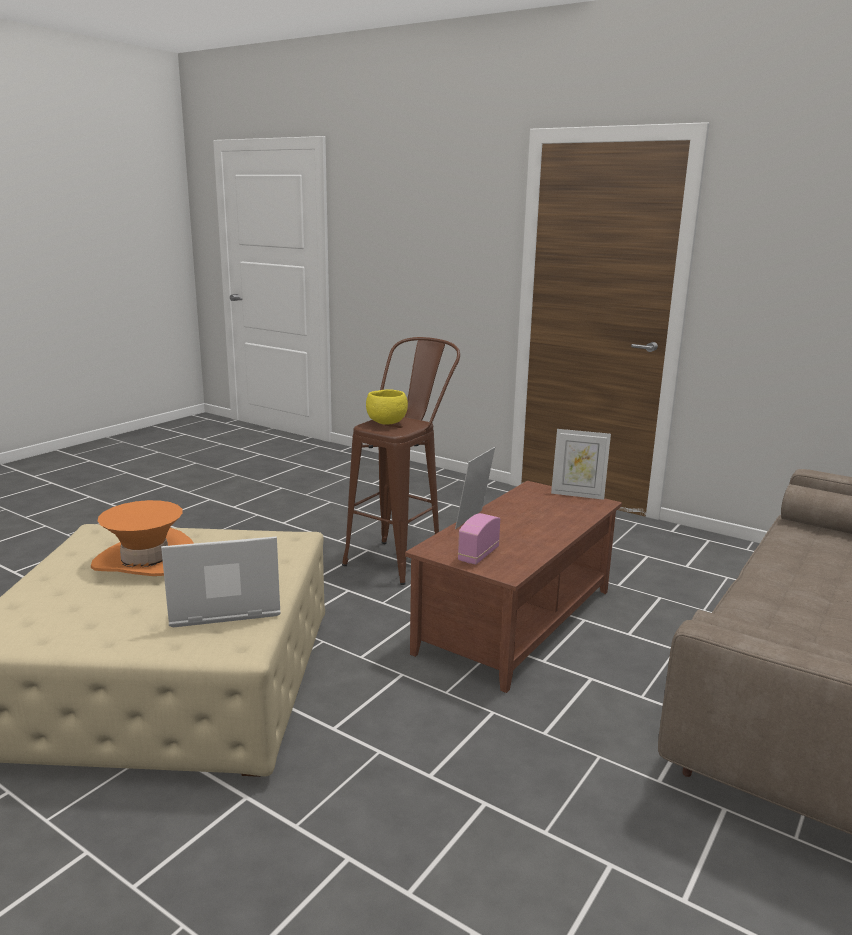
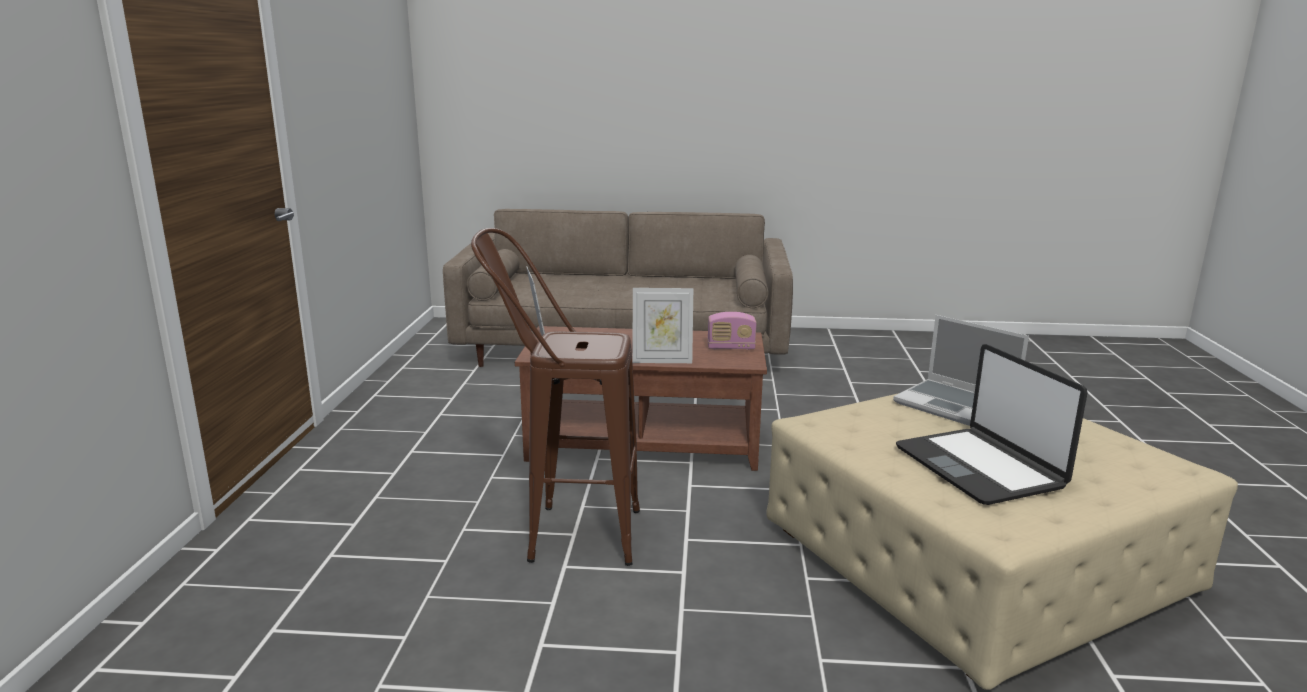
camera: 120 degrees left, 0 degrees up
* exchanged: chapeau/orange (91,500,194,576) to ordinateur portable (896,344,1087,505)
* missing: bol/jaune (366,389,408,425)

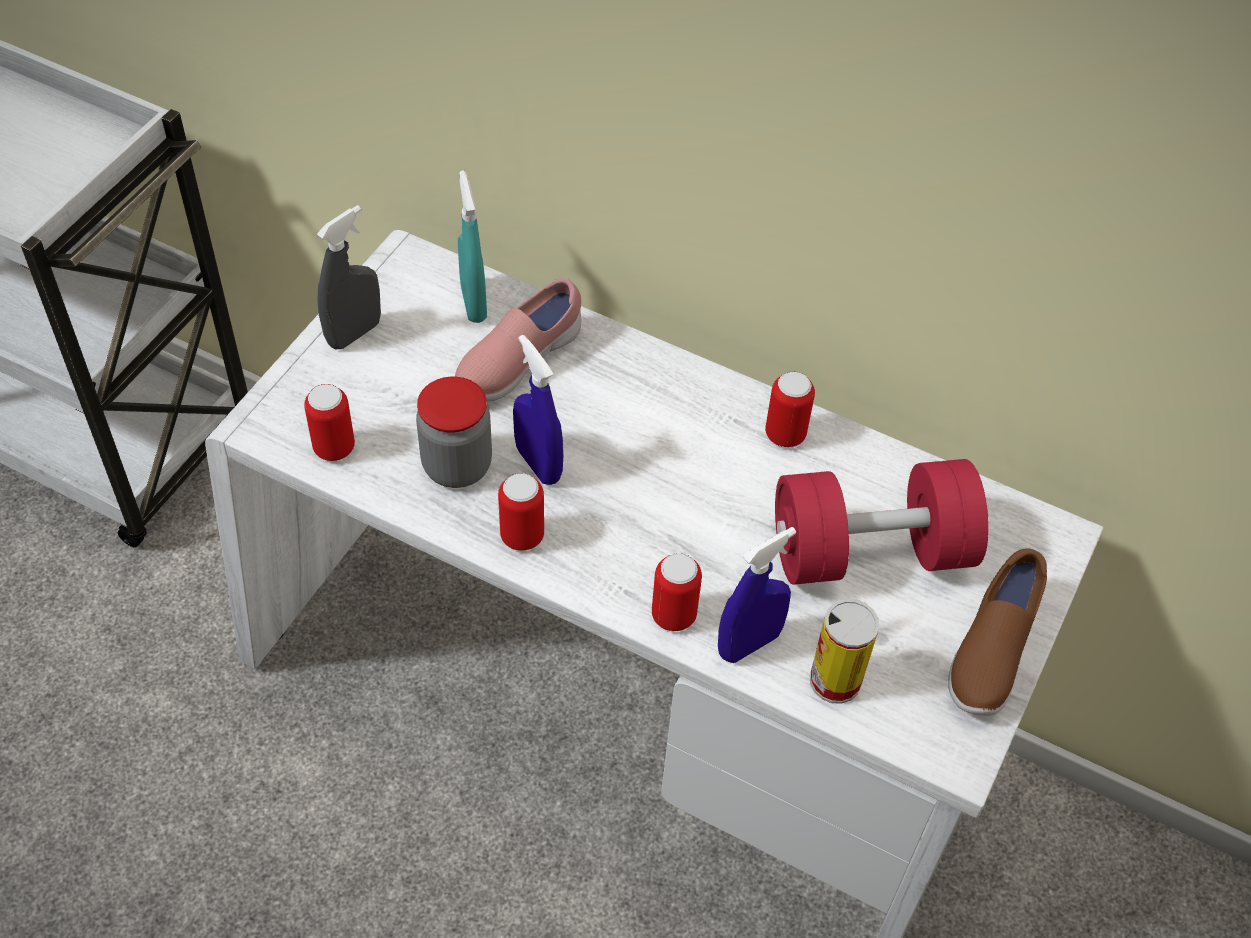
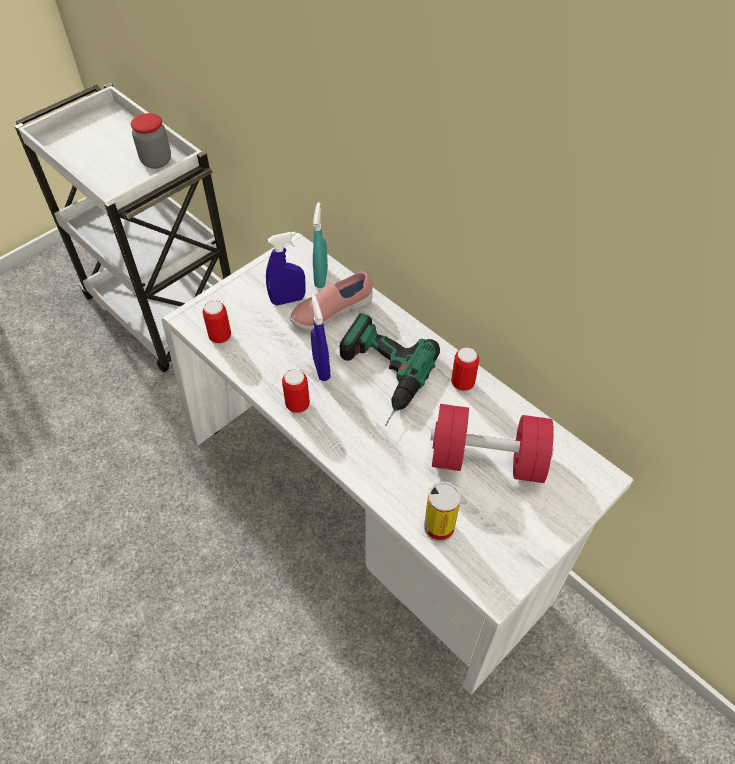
camera: 20 degrees right, 0 degrees up
* relocated: bocal (416,377,492,488) to (131,113,171,169)
* relocated: vaporisateur/bleu (718,527,796,663) to (266,232,305,305)
* appeared: perceuse (340,313,440,426)
* missing: vaporisateur/gris (317,205,381,349)
* missing: boîte métallique (652,553,702,631)
* missing: chaussure/marron (948,548,1047,716)

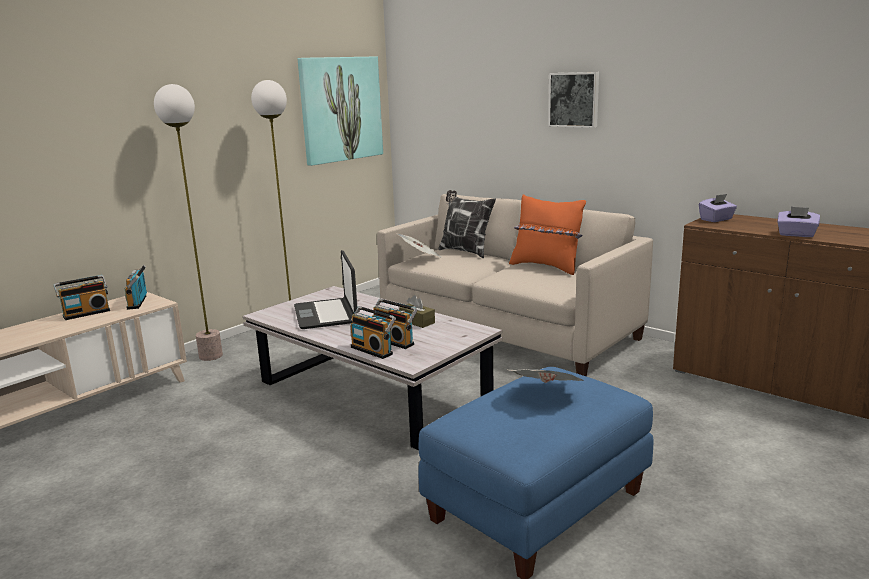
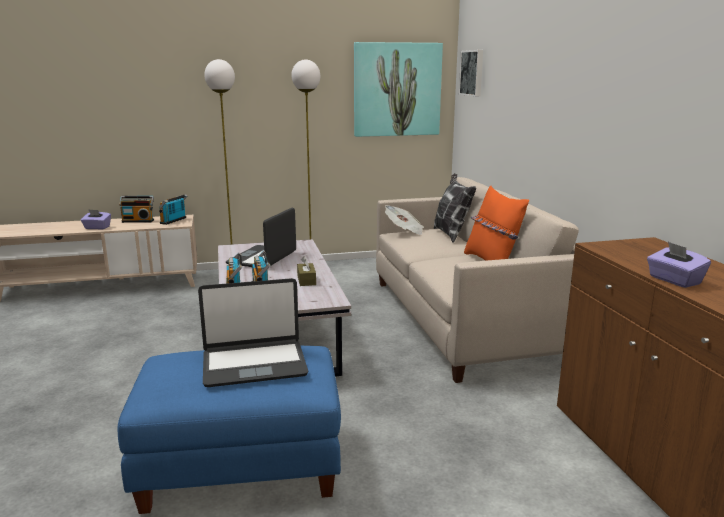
camera: 35 degrees right, 0 degrees up
* relocated: boîte à mouchoirs/violet (699,194,737,222) to (81,209,111,229)
* exchanged: journal (510,369,584,383) to ordinateur portable (198,278,308,387)
* relocated: tableau (548,72,599,128) to (459,50,483,96)

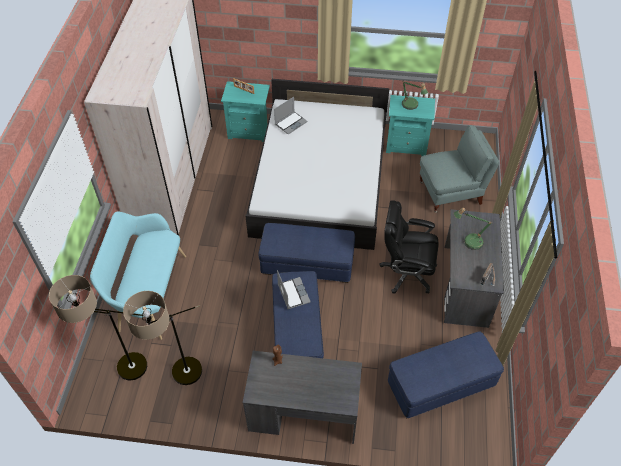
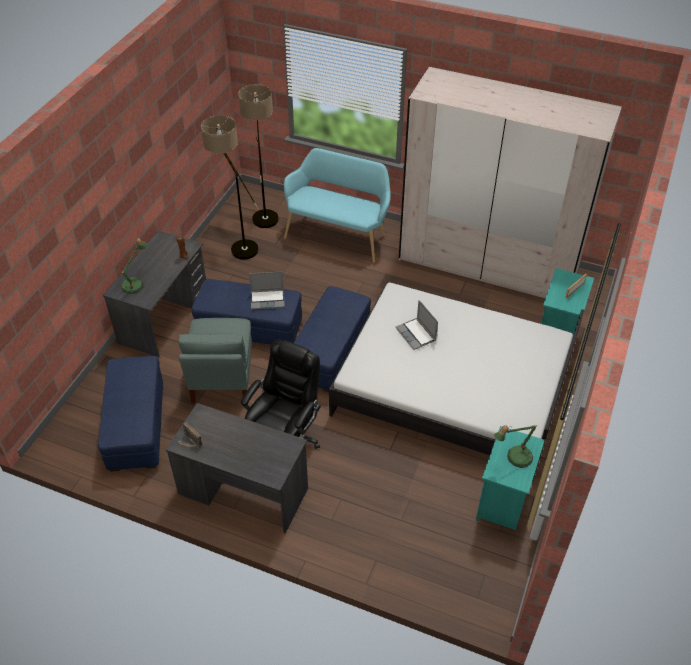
camera: 105 degrees right, 5 degrees down
* relocated: lampe de table (454,208,493,250) to (121,238,147,294)
* relocated: fauteuil/gris (420,125,500,213) to (179,318,252,403)
* relocated: ordinateur portable (274,97,308,134) to (396,300,438,350)

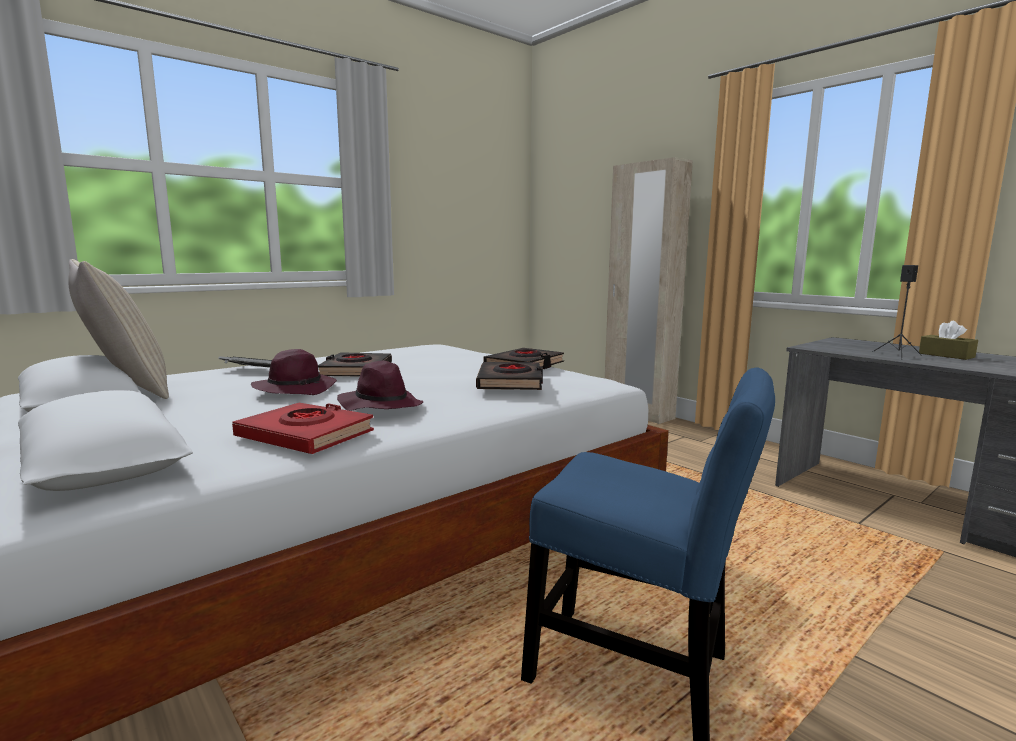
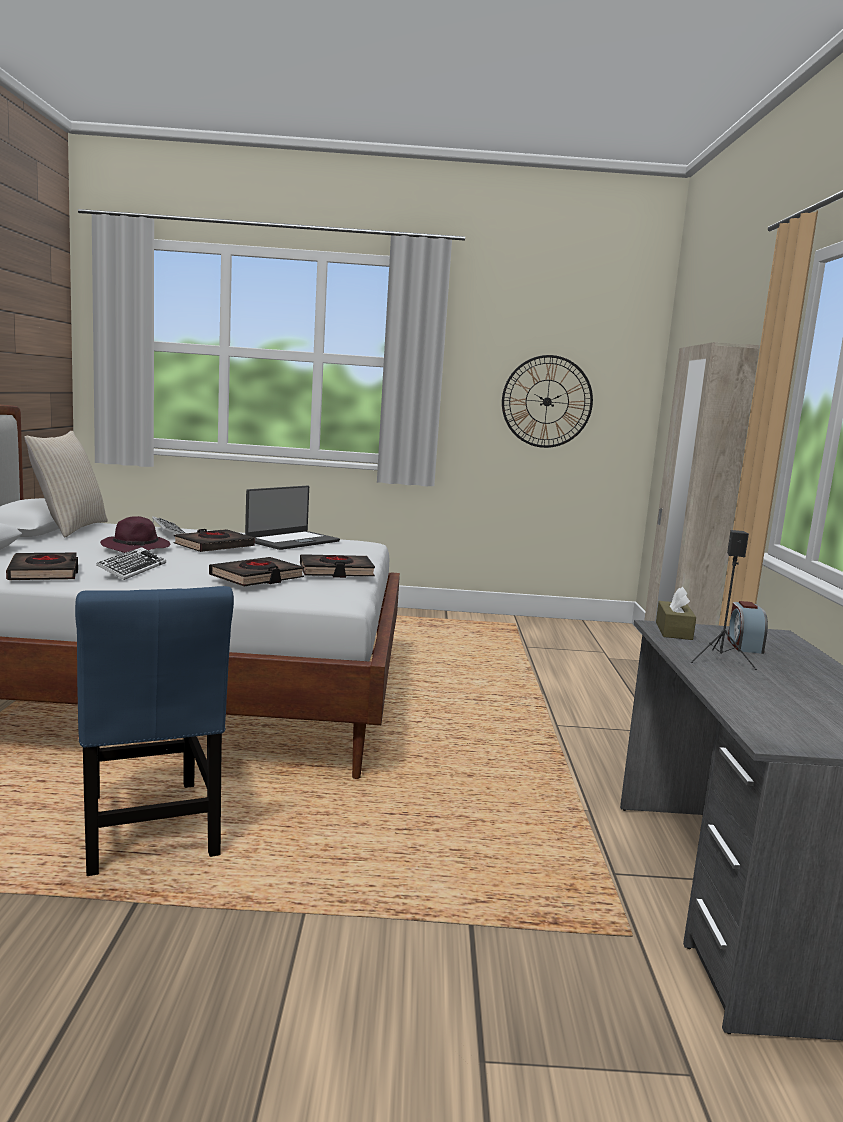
camera: 40 degrees right, 0 degrees up
* colour: livre/rouge (232,403,374,454) to livre/noir (6,553,78,580)
* exchanged: chapeau/violet (337,360,423,411) to clavier (96,547,166,580)
* appeared: ordinateur portable (245,486,340,550)
* appeared: horloge murale (502,355,593,448)
* relocated: boîte à mouchoirs/marron (919,321,978,360) to (656,587,696,640)
* appeared: réveil (727,601,768,654)

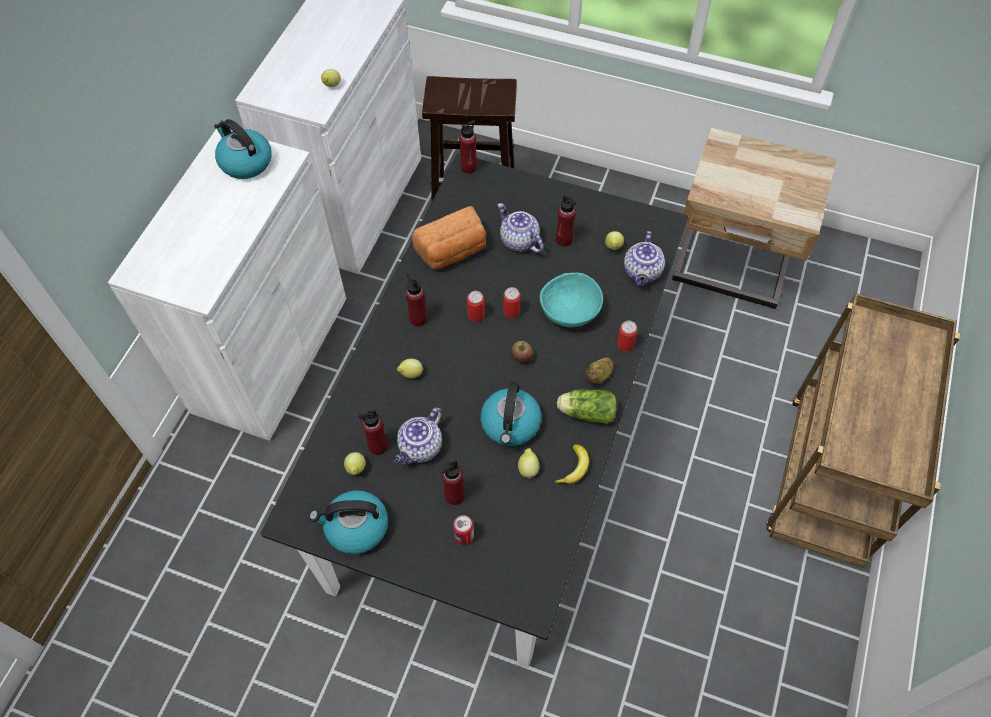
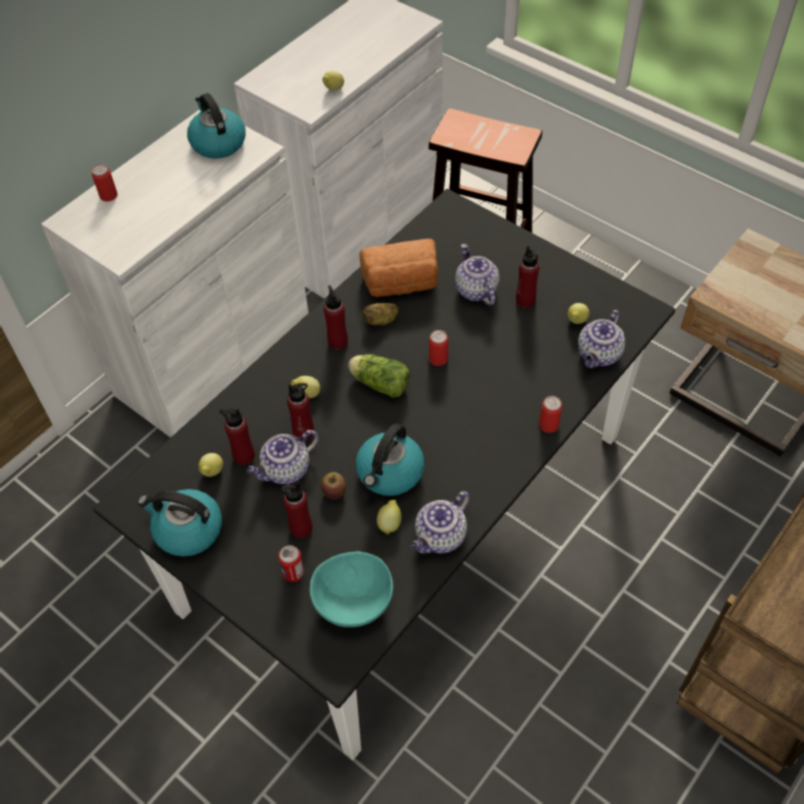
camera: 20 degrees right, 5 degrees down
* relocated: boîte métallique (467,291,485,322) to (92,164,118,201)
* relocated: bouteille/rouge (459,121,477,174) to (287,383,314,440)
* relocated: bol/turquoise (540,273,603,327) to (310,551,393,627)
* relocated: pomme (511,341,533,364) to (321,472,346,500)
* relocated: laitue (557,389,617,424) to (348,354,410,397)
* relocated: pomme de terre (585,357,613,384) to (362,303,399,326)
* exchanged: banane (554,445,589,484) to théière (411,491,470,554)

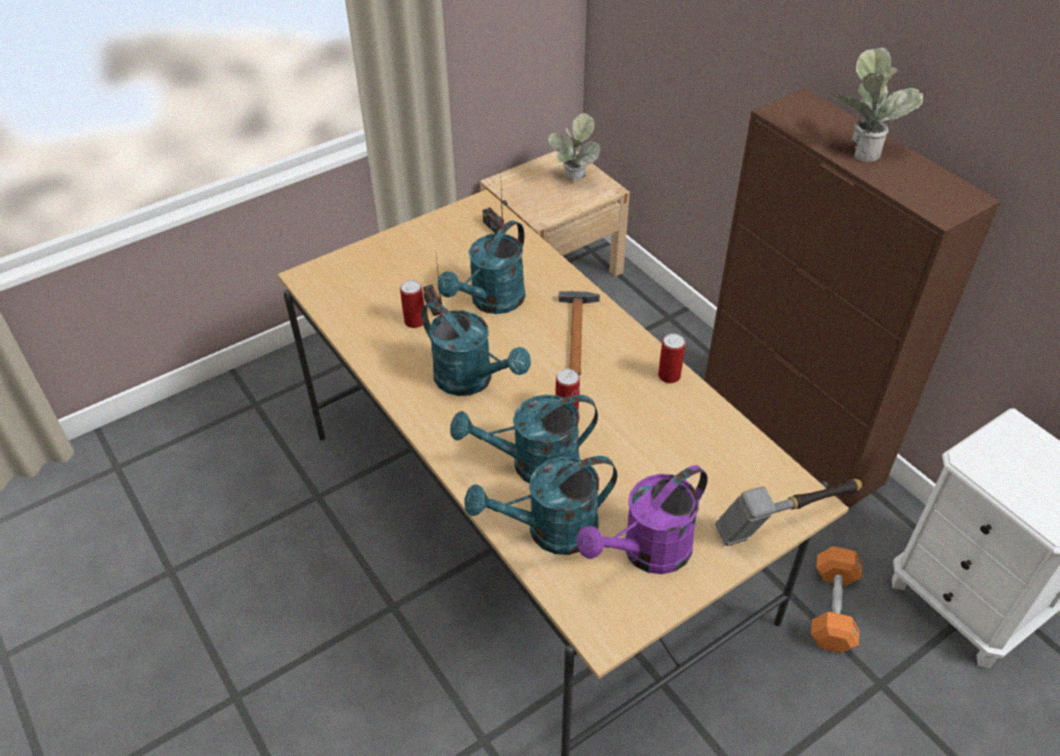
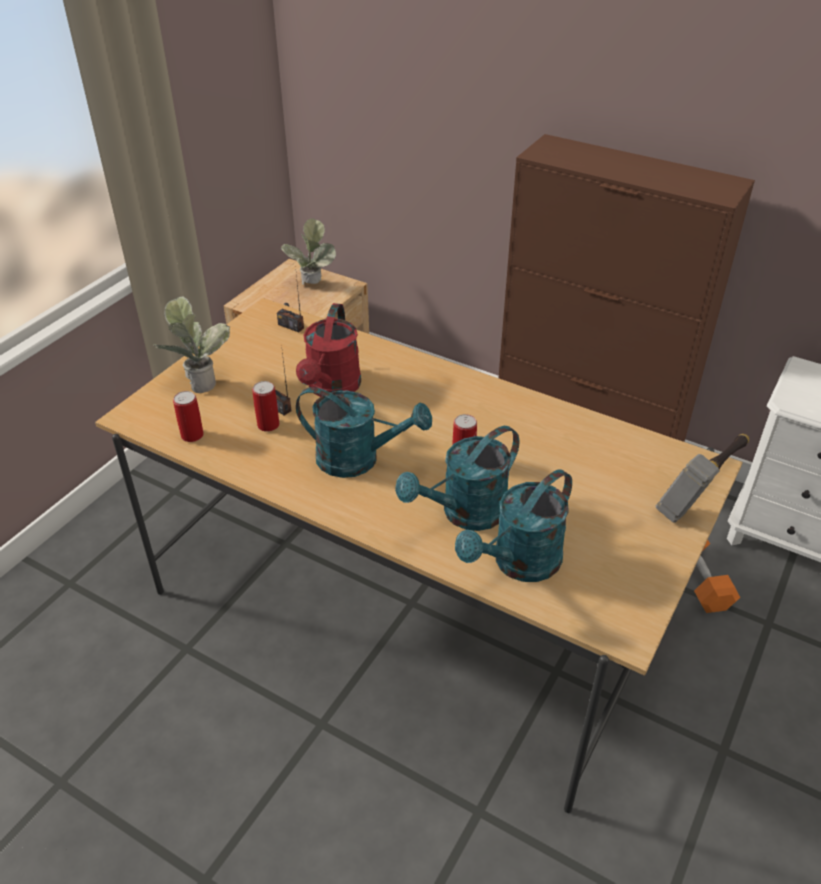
camera: 25 degrees left, 5 degrees down
* relocated: plante en pot (834,48,923,162) to (155,296,230,393)
* relocated: boîte métallique (658,333,685,383) to (173,391,204,442)
* colour: arrosoir/turquoise (438,220,526,314) to arrosoir/rouge (296,303,361,397)
* missing: marteau (558,291,600,376)
* missing: arrosoir/violet (577,465,708,574)

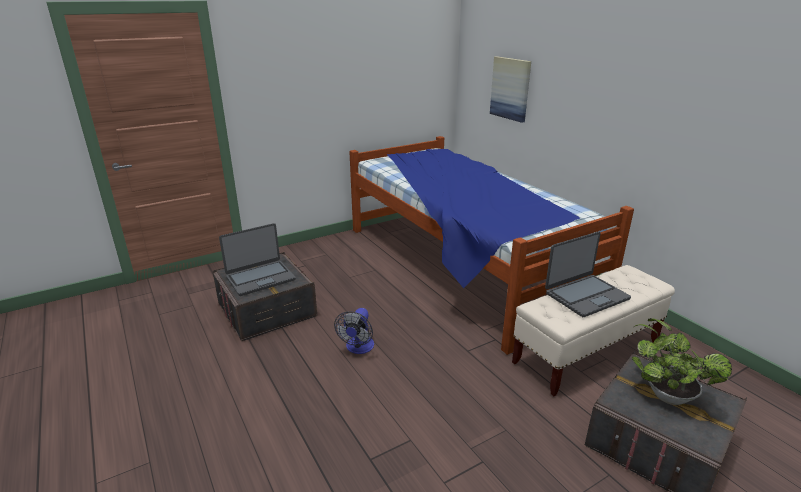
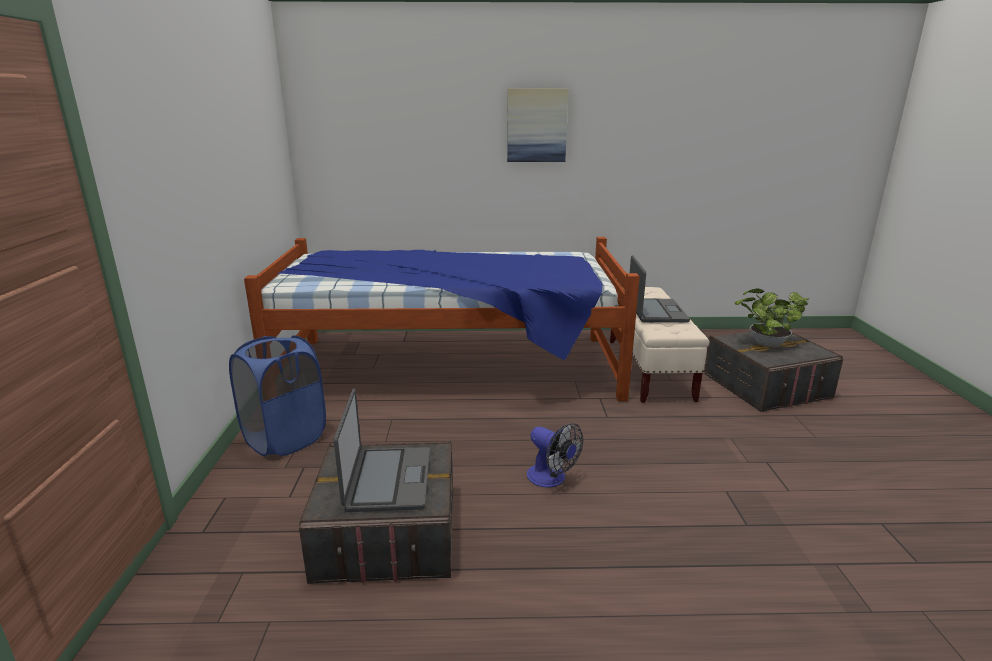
camera: 60 degrees left, 5 degrees down
* appeared: panier à linge/bleu (229,335,326,457)
* relocated: tableau (490,56,531,123) to (507,88,568,162)

